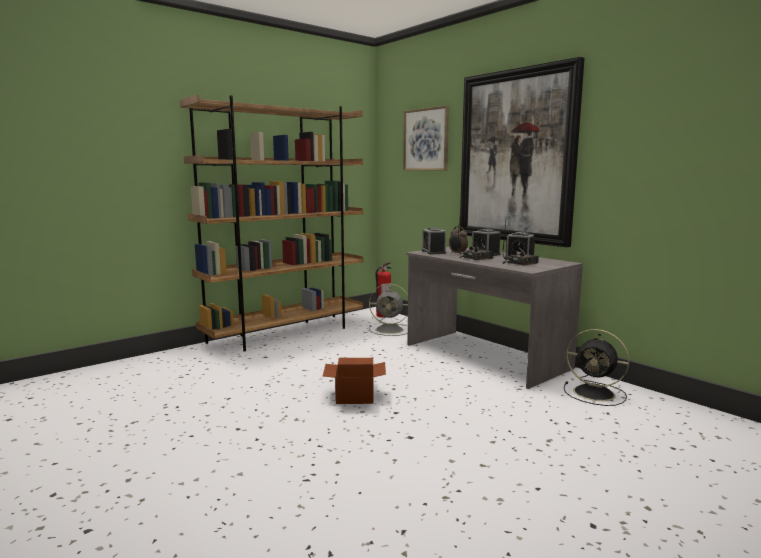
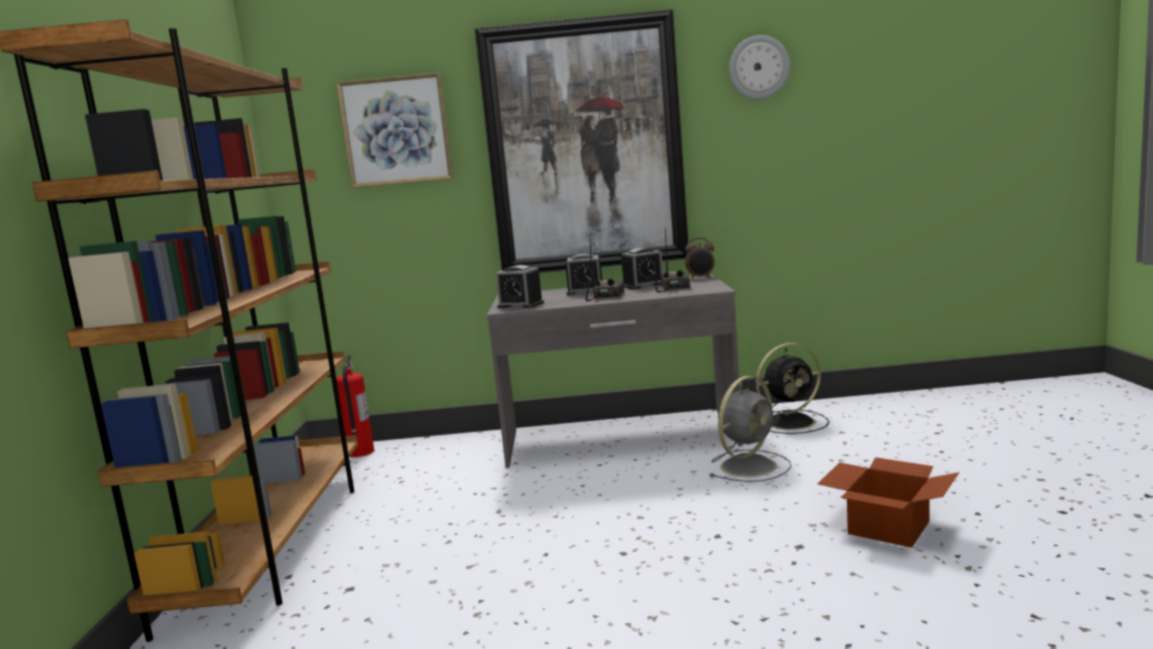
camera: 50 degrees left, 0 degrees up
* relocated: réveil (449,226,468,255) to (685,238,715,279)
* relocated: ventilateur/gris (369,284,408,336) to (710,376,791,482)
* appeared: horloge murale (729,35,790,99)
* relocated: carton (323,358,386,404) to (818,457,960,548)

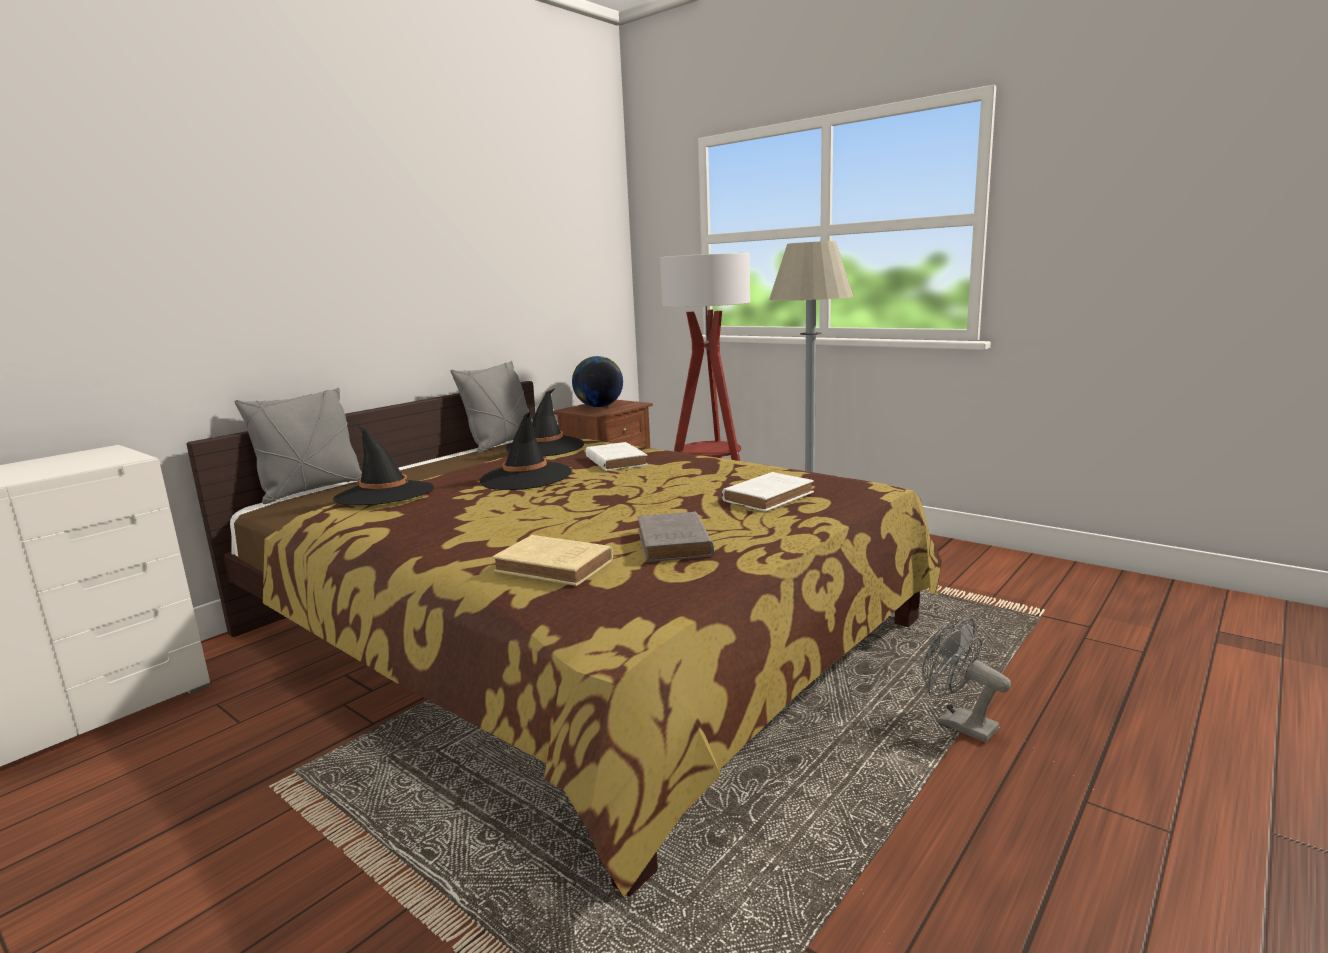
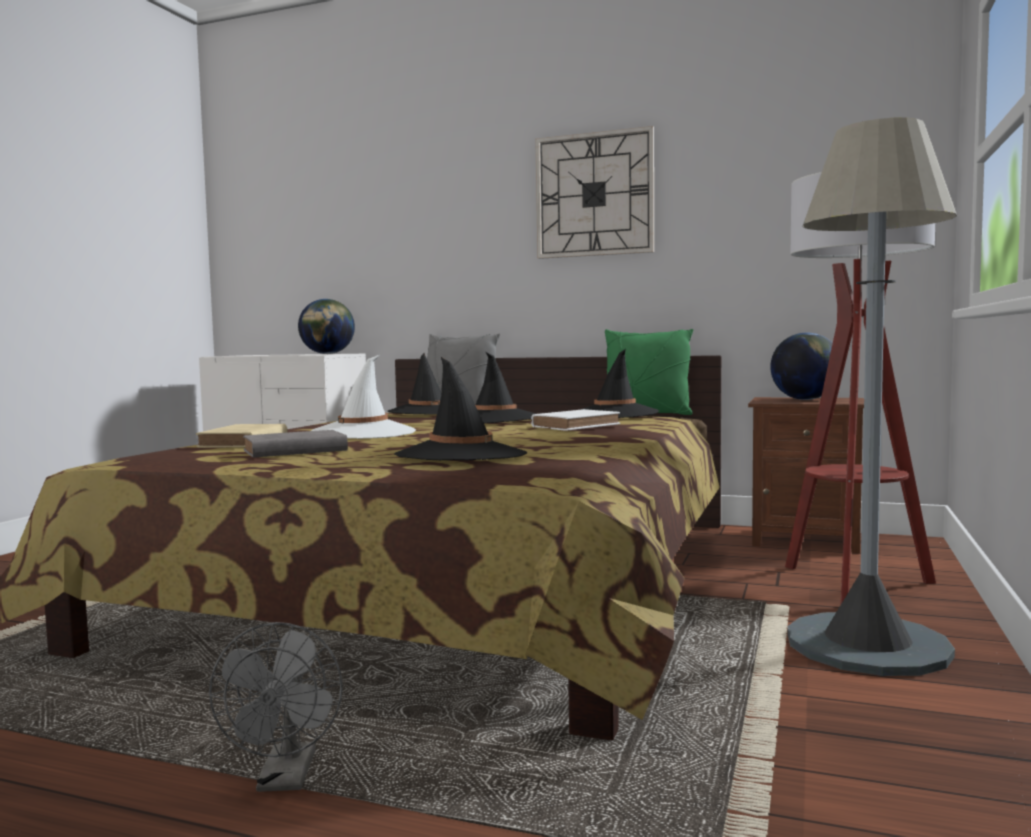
camera: 70 degrees right, 10 degrees down
* spun: ventilateur/gris (922,617,1011,742) = (209,622,343,792) 150 degrees clockwise
* appeared: globe (298,299,355,354)
* appeared: chapeau/blanc (311,355,416,439)
* exchanged: livre/blanc (722,472,814,512) to chapeau/noir (395,357,527,460)
* appeared: horloge murale (535,126,654,259)
* colour: coussin/gris (450,361,533,454) to coussin/vert (605,329,693,415)

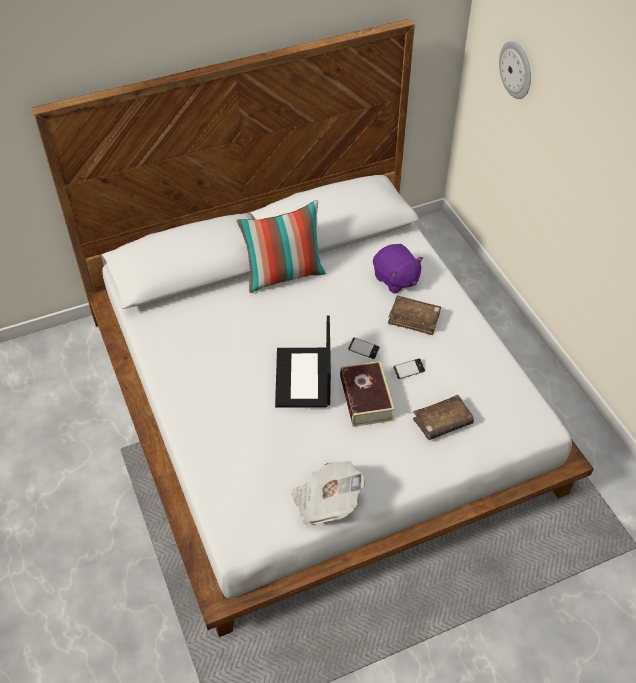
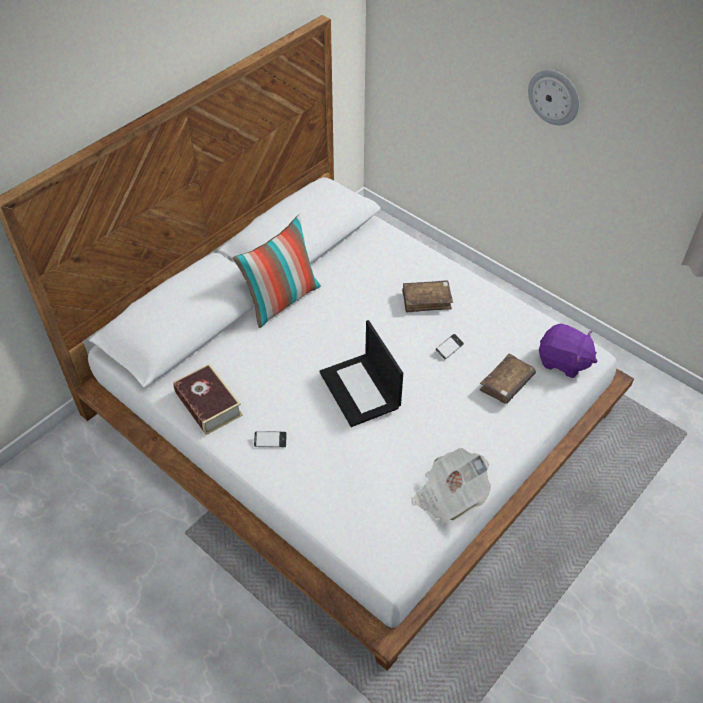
camera: 25 degrees left, 0 degrees up
* relocated: livre (340,361,395,427) to (173,363,243,435)
* relocated: téléphone (348,337,380,359) to (254,431,287,447)
* relocated: horloge murale (499,42,531,99) to (528,70,579,125)
* relocated: peluche/violet (373,244,423,293) to (539,324,597,378)

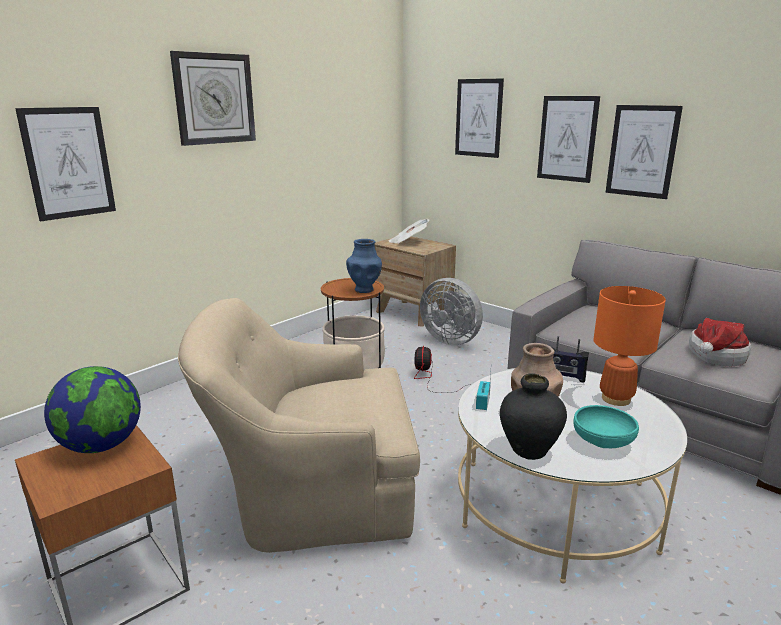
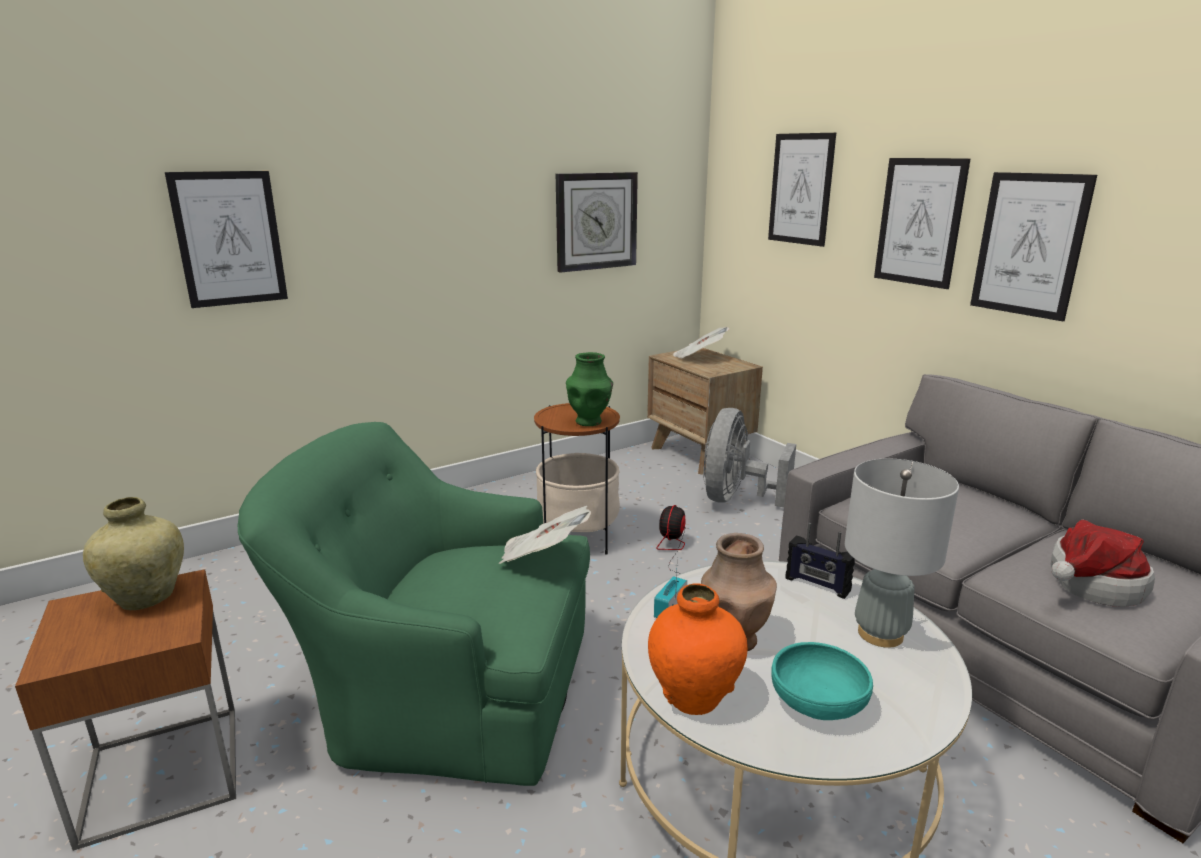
camera: 15 degrees right, 0 degrees up
* exchanged: globe (44,366,141,453) to vase/beige (83,497,184,610)
* colour: fauteuil/beige (178,298,420,553) to fauteuil/vert (238,422,590,786)
* appeared: journal (499,506,591,564)
* relocated: horloge murale (170,51,256,146) to (556,172,638,273)
* colour: vase/bleu (346,239,382,293) to vase/vert (566,352,613,426)
* colour: vase/noir (500,373,567,460) to vase/orange (648,583,748,715)
* spun: ventilateur/gris (420,278,483,345) = (703,408,796,507) 60 degrees clockwise
* colour: lampe de table/orange (593,286,666,406) to lampe de table/gris (845,459,959,648)

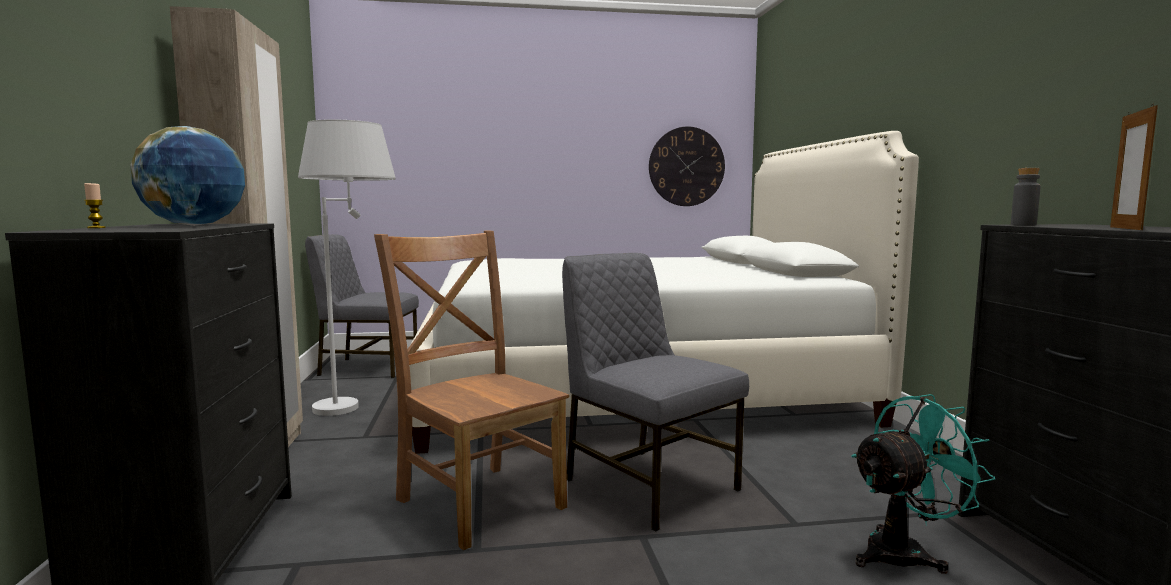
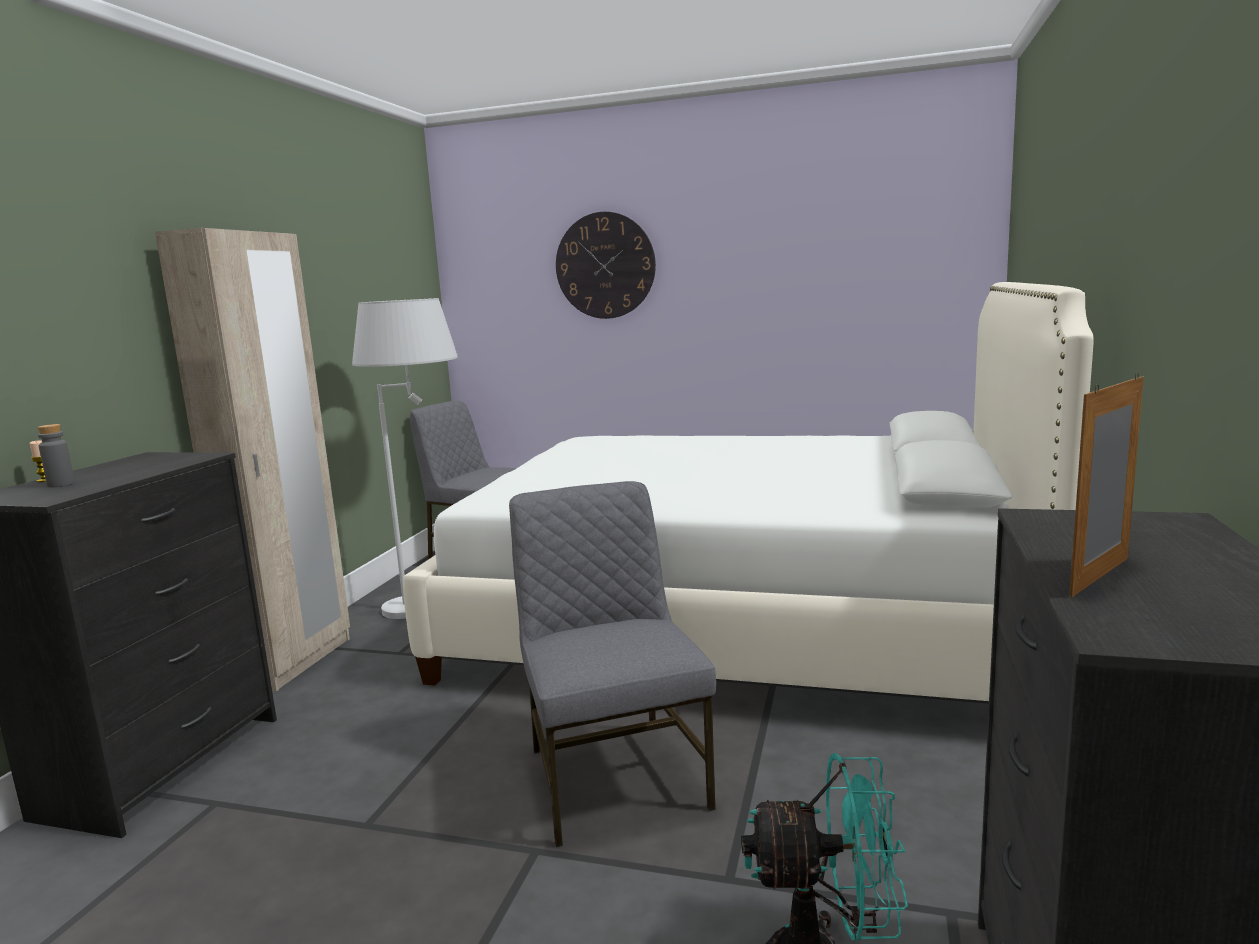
camera: 25 degrees right, 5 degrees up
* relocated: bouteille/gris (1011,168,1041,225) to (37,424,75,488)
* relocated: horloge murale (649,127,725,206) to (556,212,656,319)
* missing: globe (130,126,245,226)
* missing: chaise/marron (374,231,569,550)

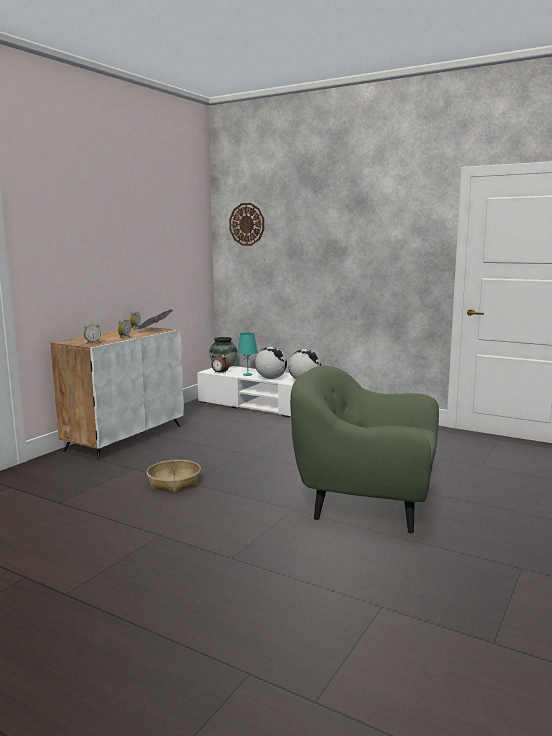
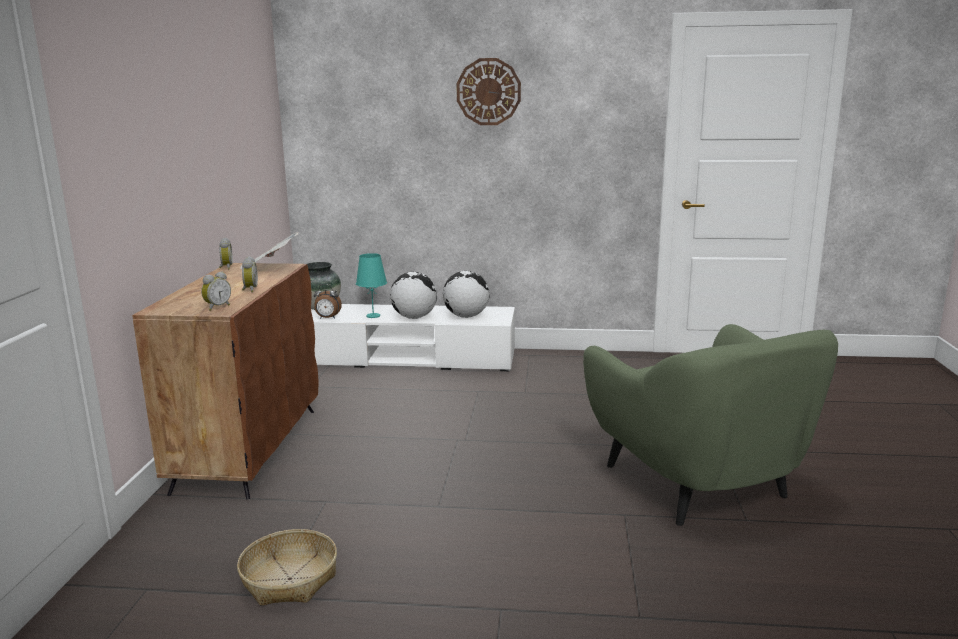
camera: 25 degrees left, 5 degrees up
* colour: meuble de rangement/blanc (50,327,184,460) to meuble de rangement/marron (132,263,319,500)
* relocated: panier (146,460,201,493) to (237,529,337,606)
* relocated: horloge murale (229,203,264,246) to (456,58,521,125)
* spun: fauteuil/vert (290,366,439,533) = (583,324,838,526) 105 degrees counterclockwise

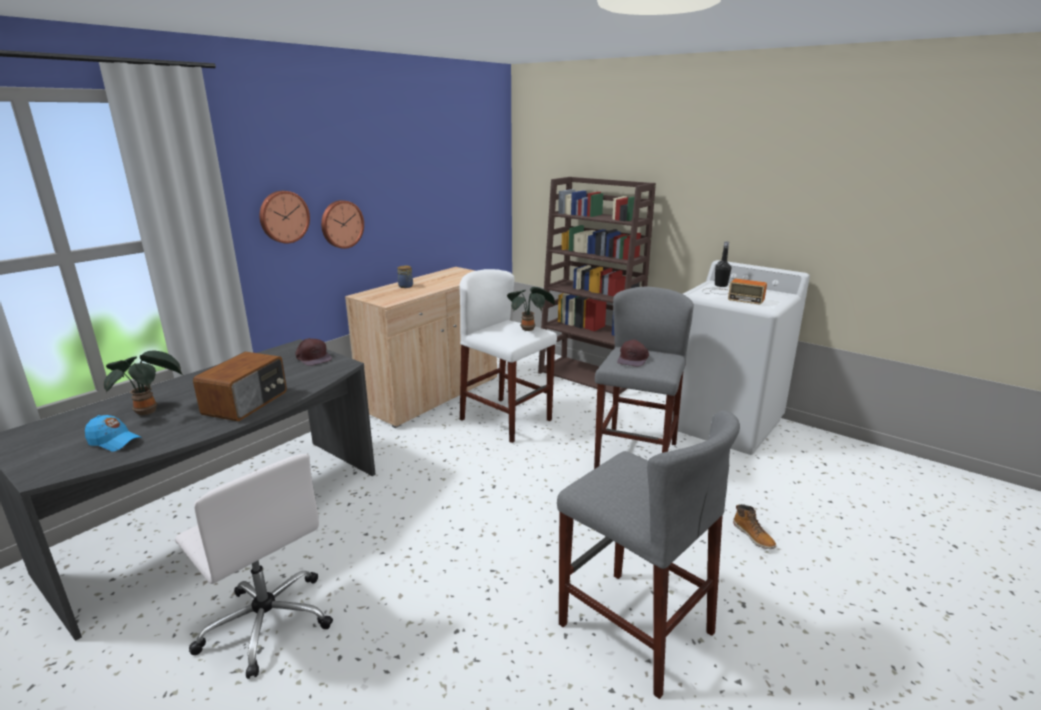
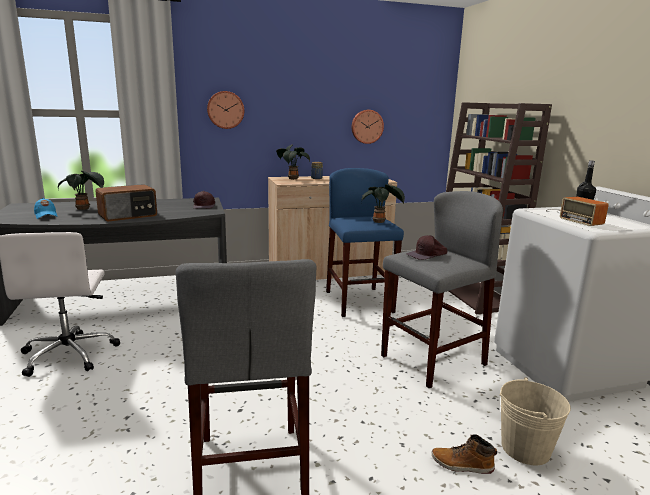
camera: 35 degrees right, 5 degrees down
* appeared: plante en pot (276,145,310,180)
* colour: tabouret/blanc (459,269,557,443) to tabouret/bleu (326,168,404,317)
* relocated: horloge murale (321,200,364,249) to (351,110,384,144)
* spun: botte (733,504,776,549) = (432,434,497,474) 90 degrees clockwise
* appeared: seau/beige (500,377,571,465)

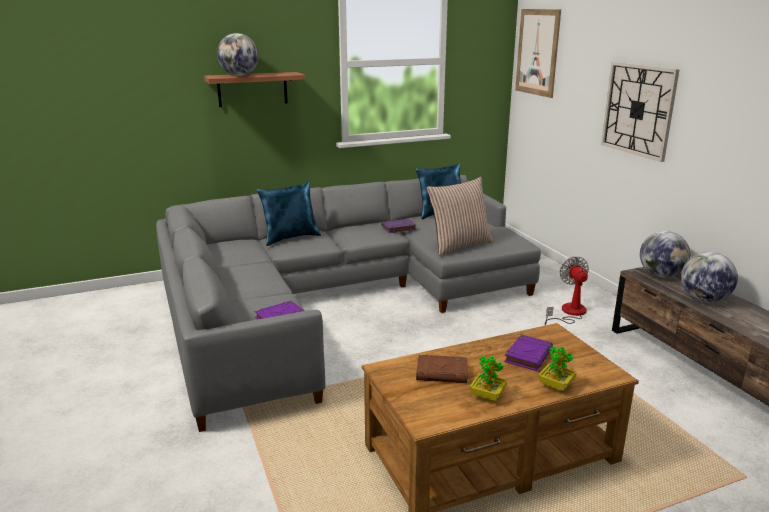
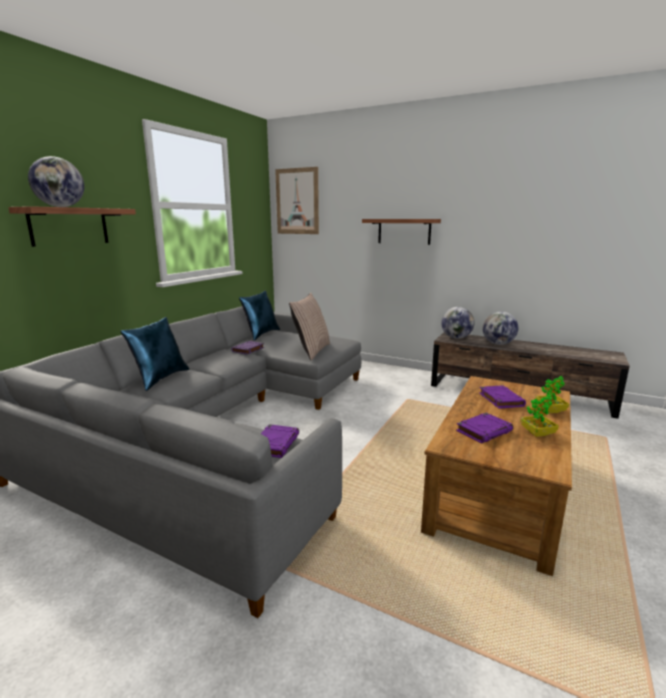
camera: 40 degrees left, 5 degrees down
* exchanged: horloge murale (601,62,680,162) to étagère (362,219,441,245)
* colour: livre/marron (416,355,467,383) to livre/violet (456,413,513,443)
* missing: ventilateur (545,256,589,325)

